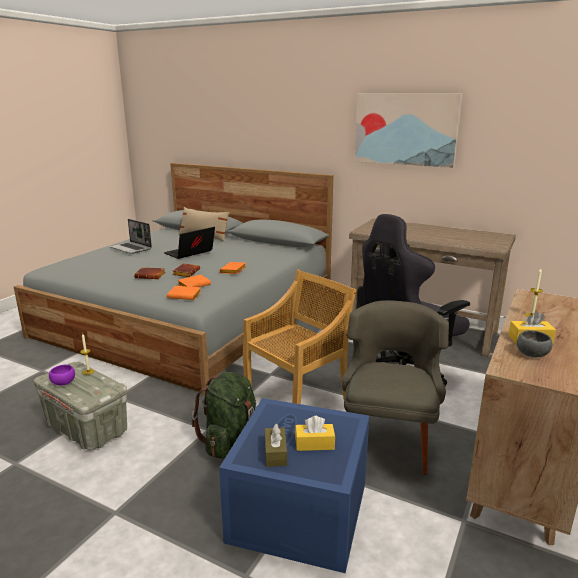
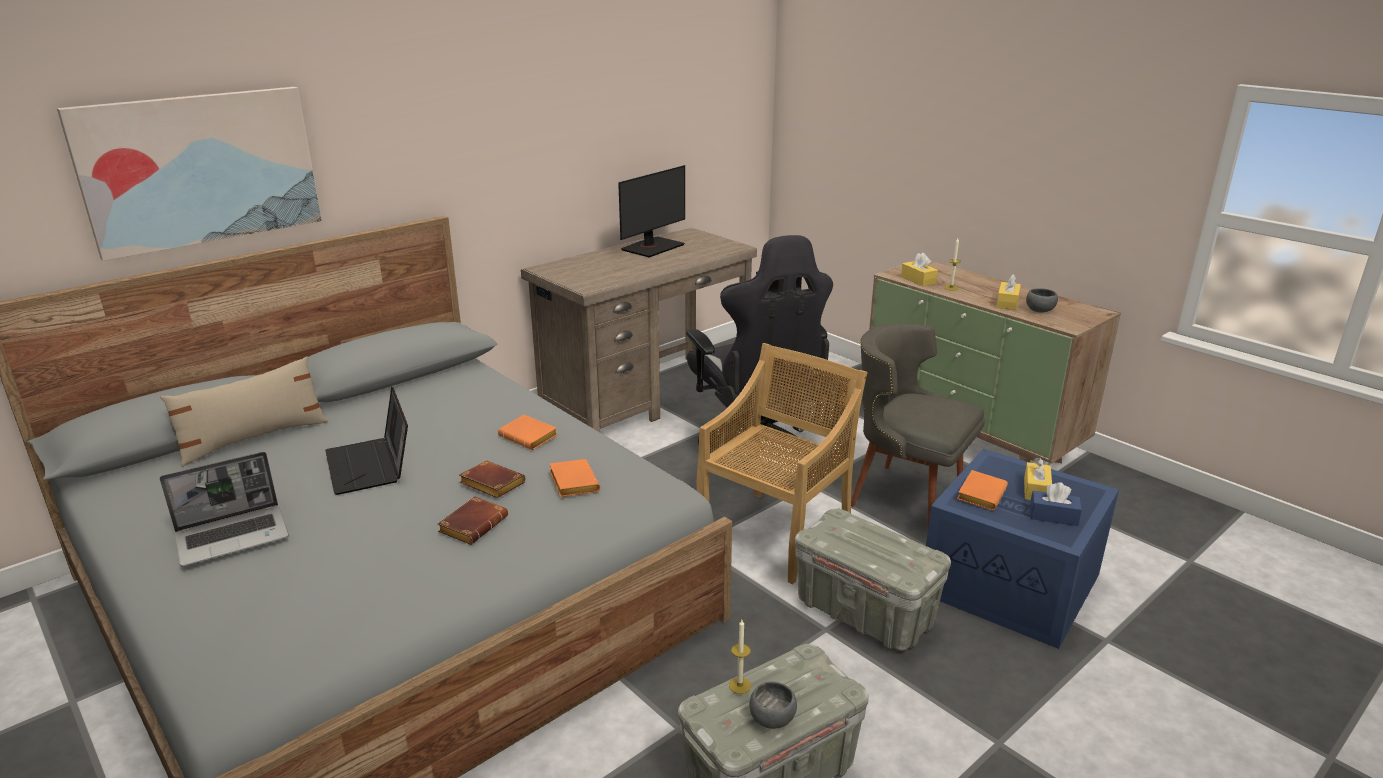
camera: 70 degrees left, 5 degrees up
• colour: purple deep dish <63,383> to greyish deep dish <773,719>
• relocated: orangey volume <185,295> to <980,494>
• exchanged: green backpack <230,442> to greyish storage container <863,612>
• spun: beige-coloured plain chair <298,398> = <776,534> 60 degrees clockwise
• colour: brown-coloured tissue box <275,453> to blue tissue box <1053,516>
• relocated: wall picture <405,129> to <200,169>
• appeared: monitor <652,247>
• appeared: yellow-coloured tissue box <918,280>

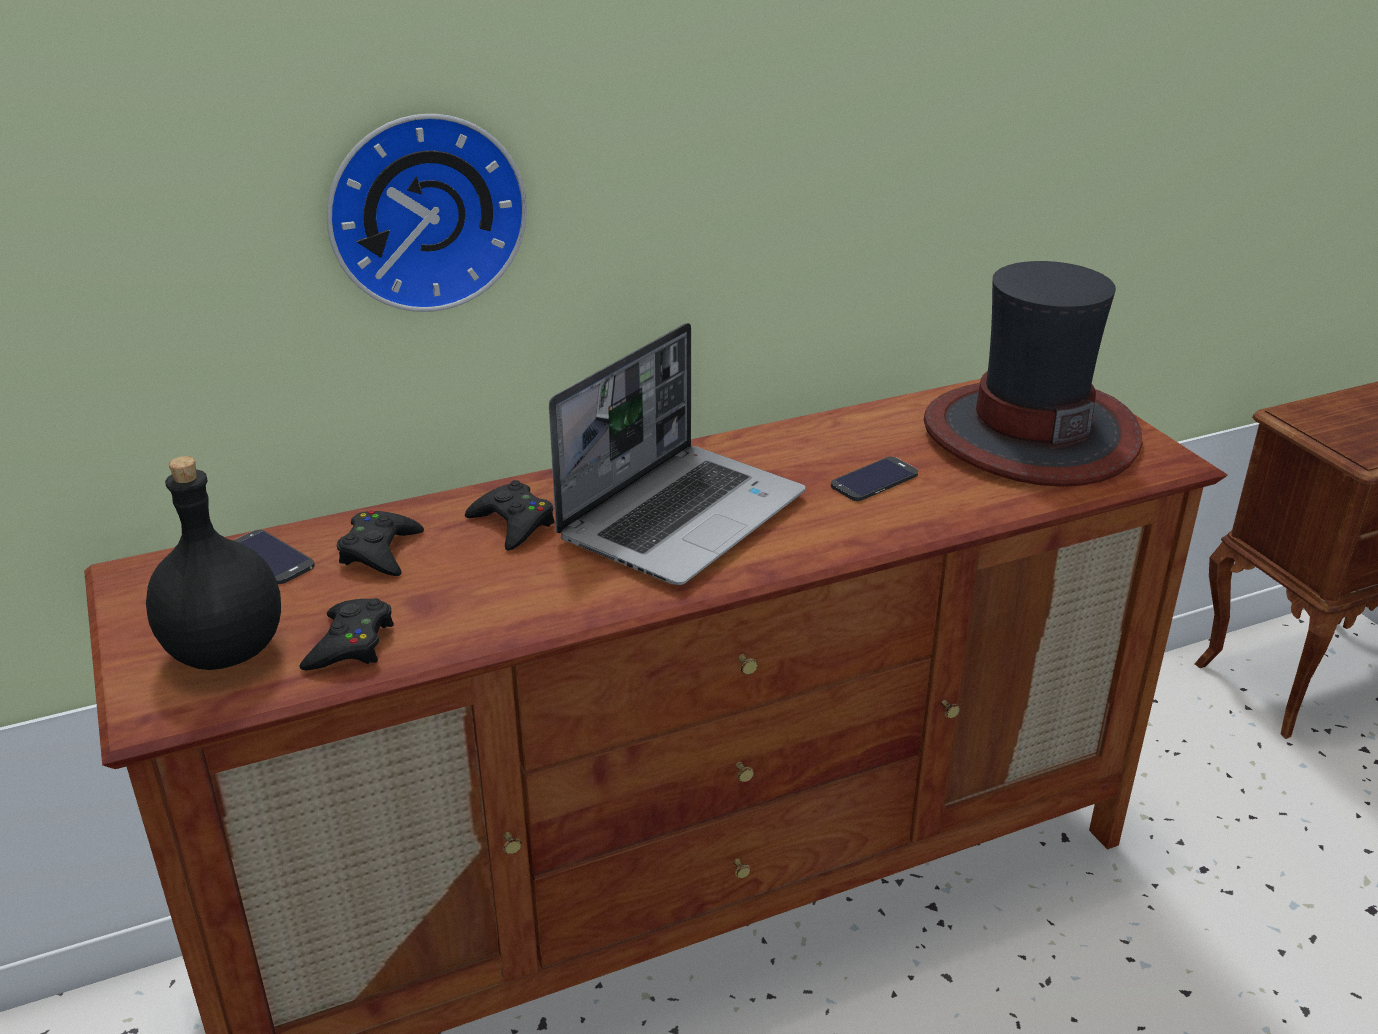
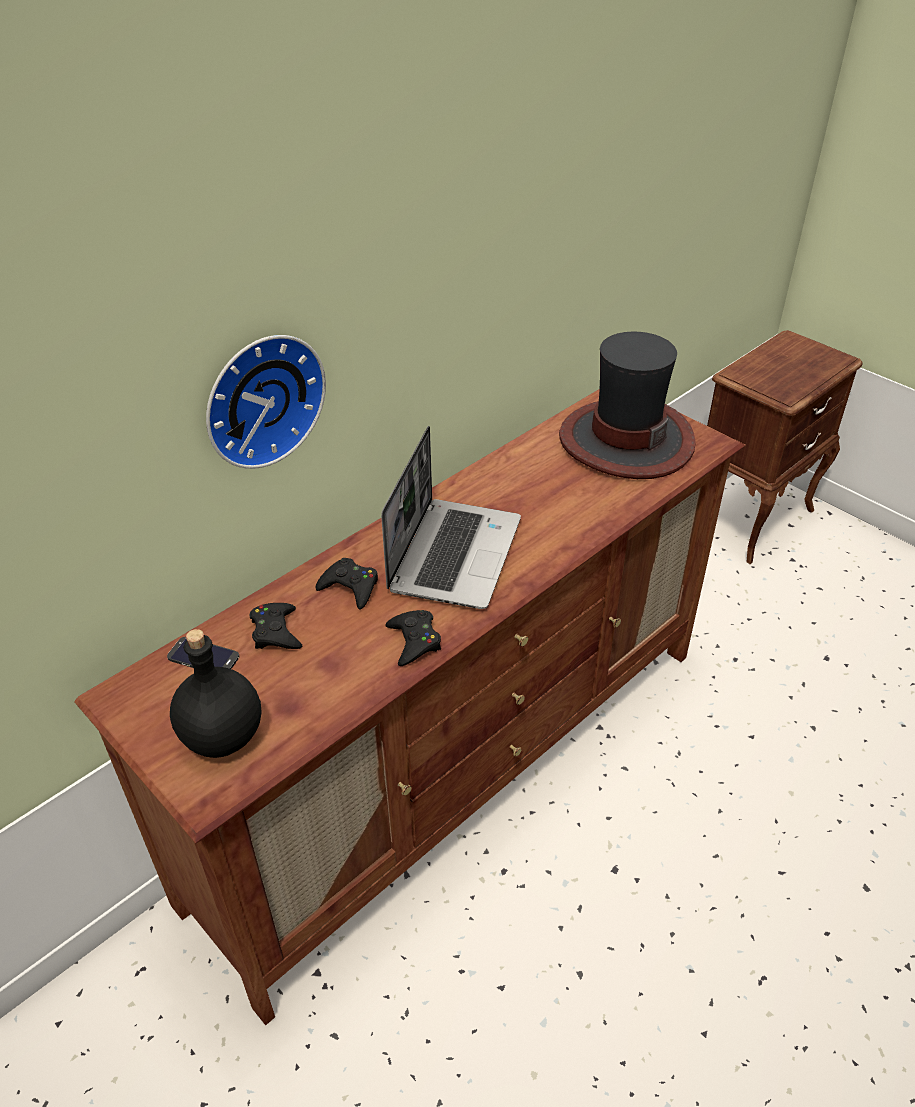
camera: 20 degrees left, 10 degrees up
• relocated: blackish gamepad <350,643> to <414,641>
• missing: handset <874,480>

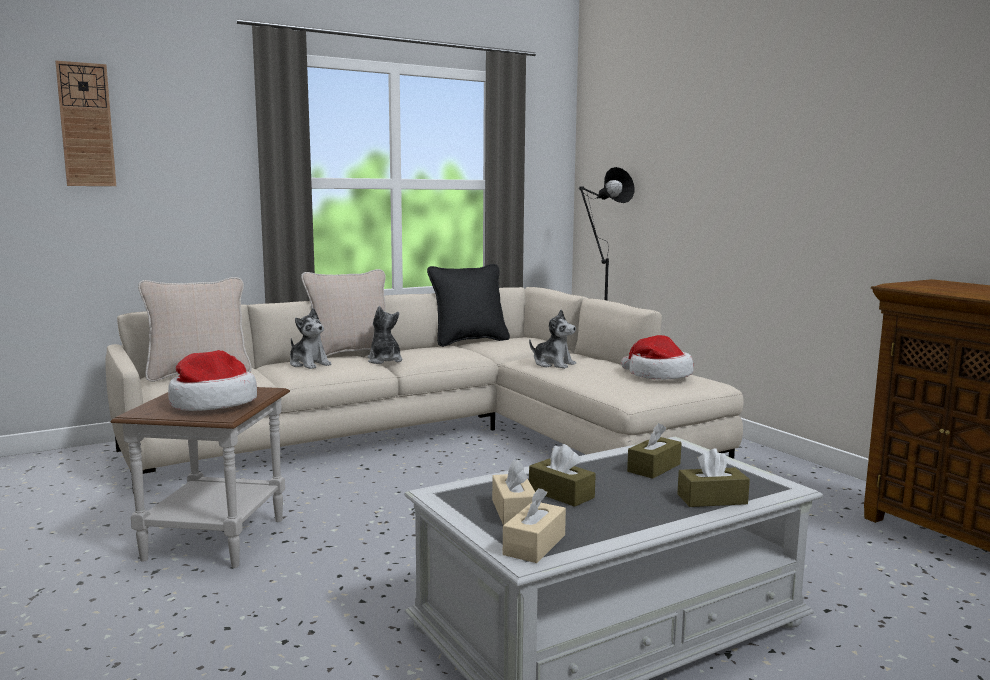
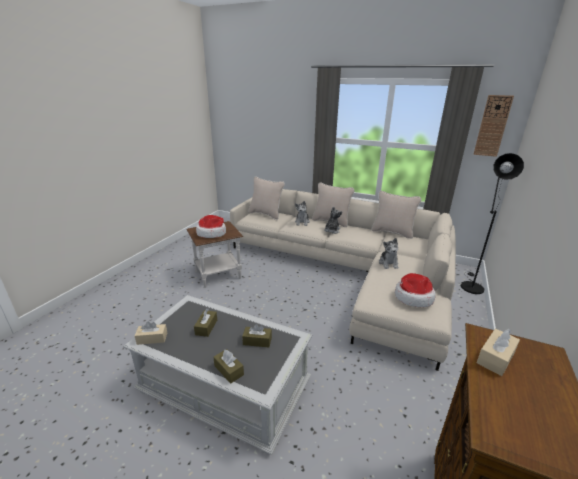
camera: 55 degrees right, 15 degrees up
• relocated: wall clock <86,125> to <492,126>
• colour: blackish cushion <469,341> to beige-coloured cushion <392,232>
• relocated: beige-coloured tissue box <514,511> to <495,358>

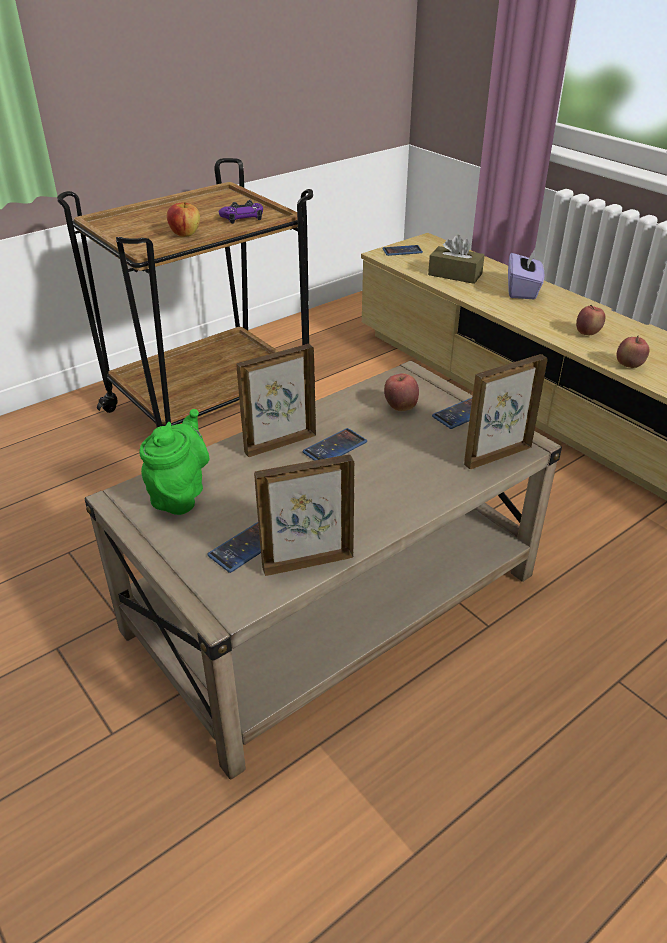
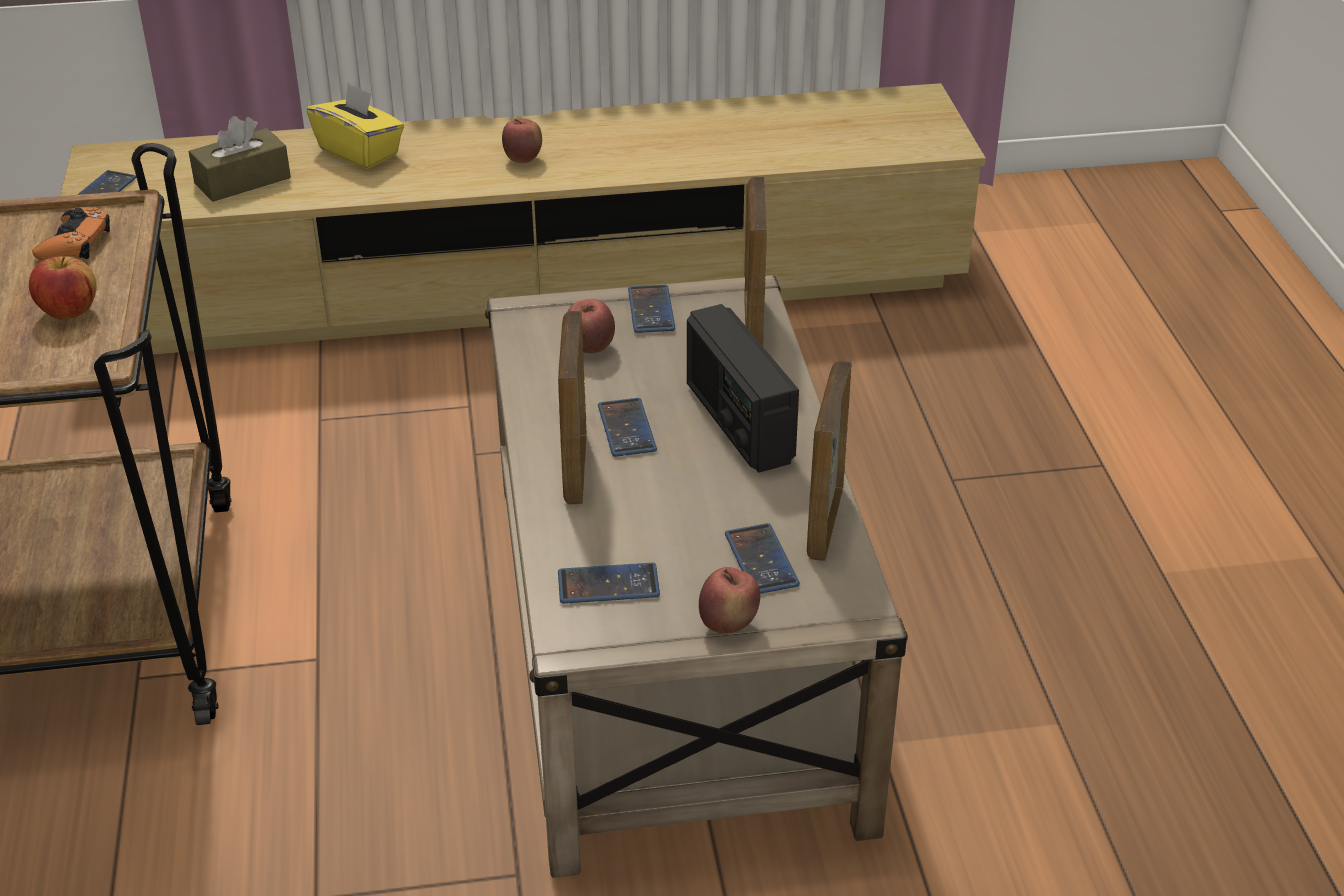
camera: 60 degrees left, 0 degrees up
• exchanged: green teapot <180,493> to handset <608,585>
• colour: purple gamepad <242,217> to orangey gamepad <75,243>
• colour: purple tissue box <522,290> to yellow-coloured tissue box <360,152>
• relocated: whole apple <629,366> to <728,625>
• appeared: radio receiver <738,422>

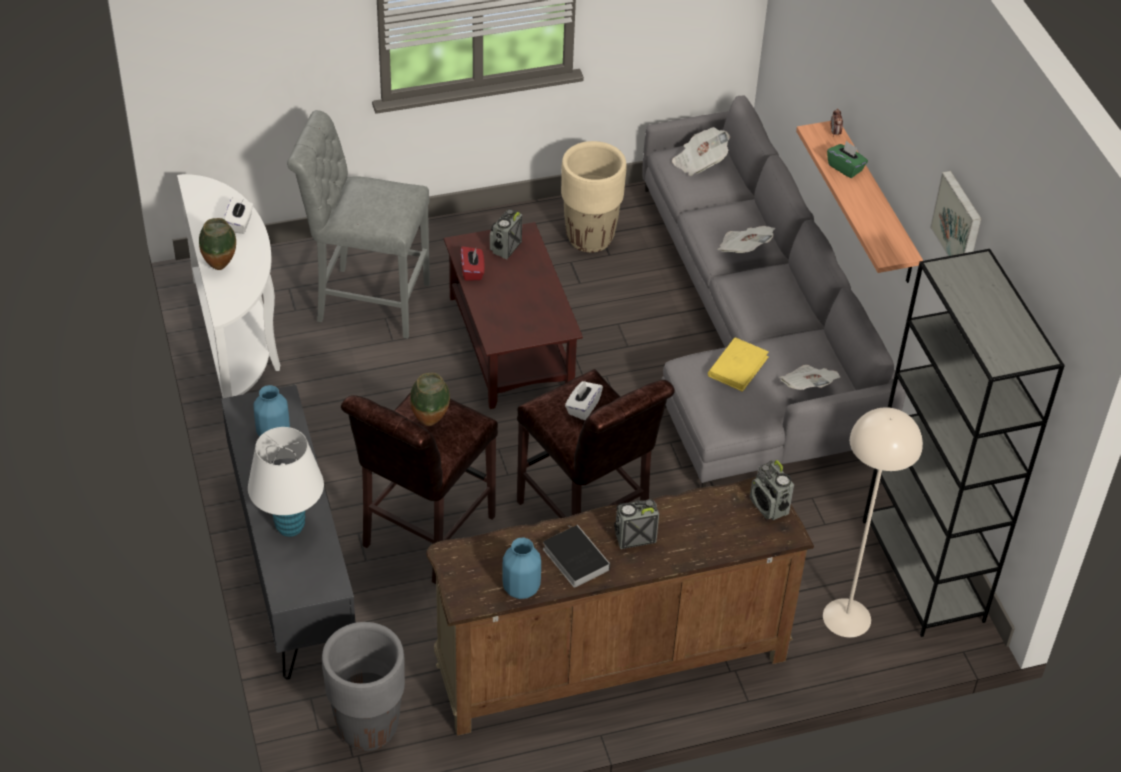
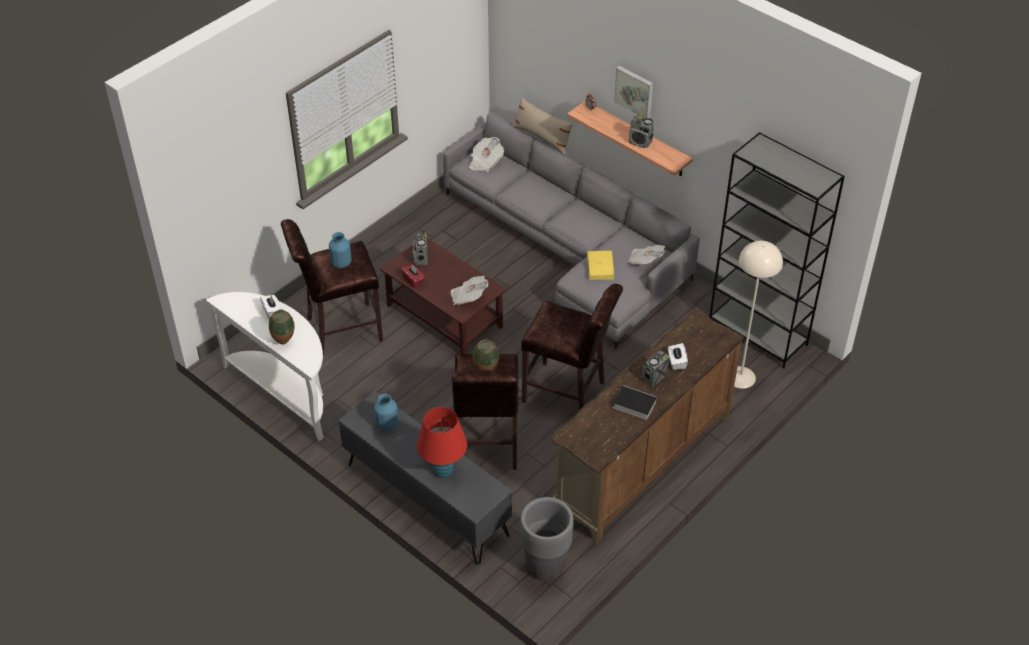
camera: 30 degrees left, 0 degrees up
• colour: white-coloured tabletop lamp <290,527> to red tabletop lamp <443,471>
• colour: greyish sitting stool <367,300> to brown-coloured sitting stool <339,330>
• relocated: blue vase <521,588> to <341,263>
• missing: beige-coloured plant pot <590,238>
• relocated: white-coloured tissue box <583,407> to <676,362>
• relocated: newspaper <744,250> to <468,297>
• relocated: radio receiver <769,507> to <640,142>
• missing: green tissue box <845,168>
• relocated: wall picture <959,222> to <635,91>
• appeared: beige-coloured cushion <542,138>

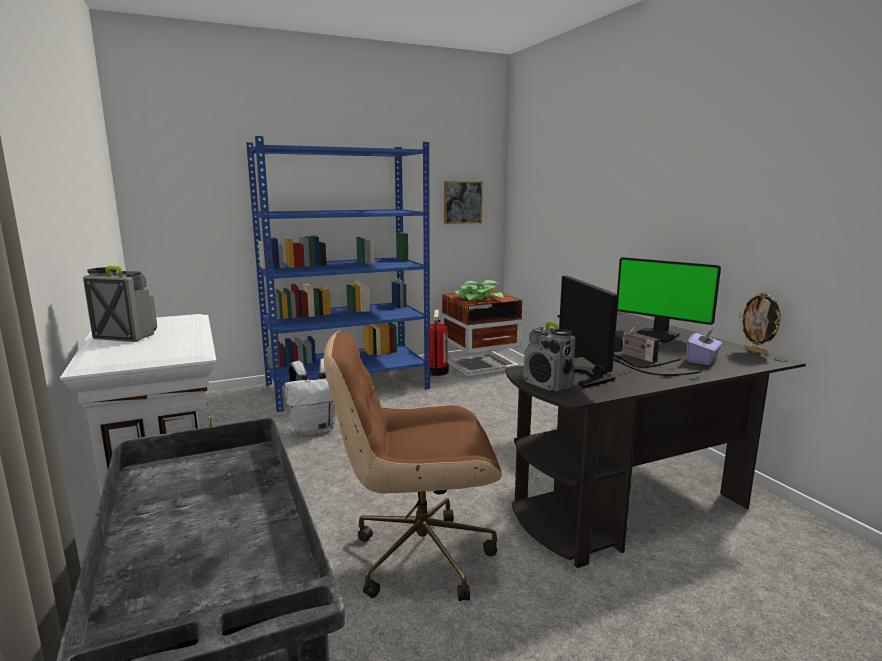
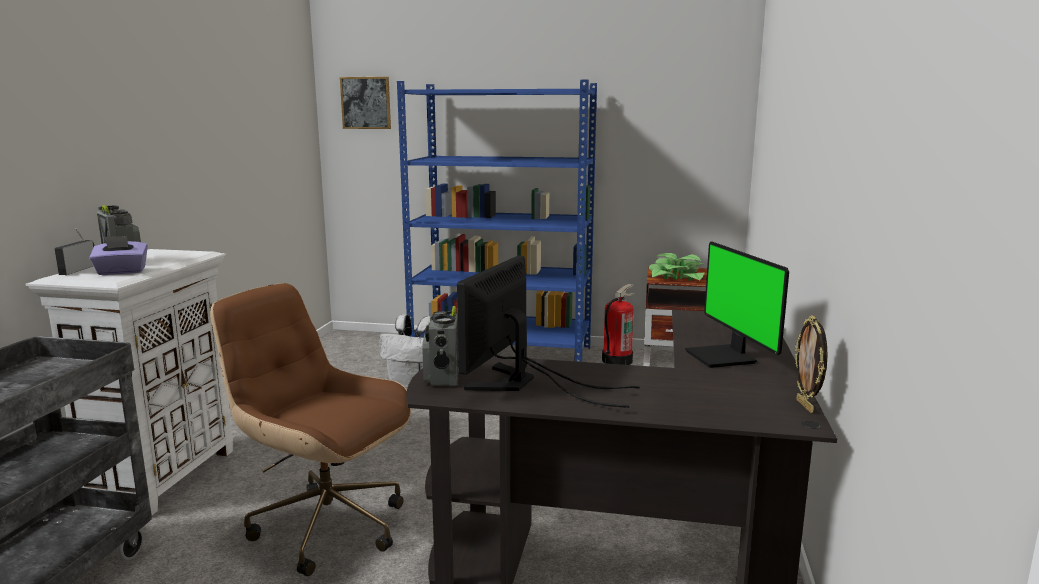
camera: 35 degrees right, 0 degrees up
• relocated: wall picture <462,202> to <366,103>
• relocated: radio receiver <637,357> to <79,269>
• relocated: purple tissue box <702,360> to <121,272>

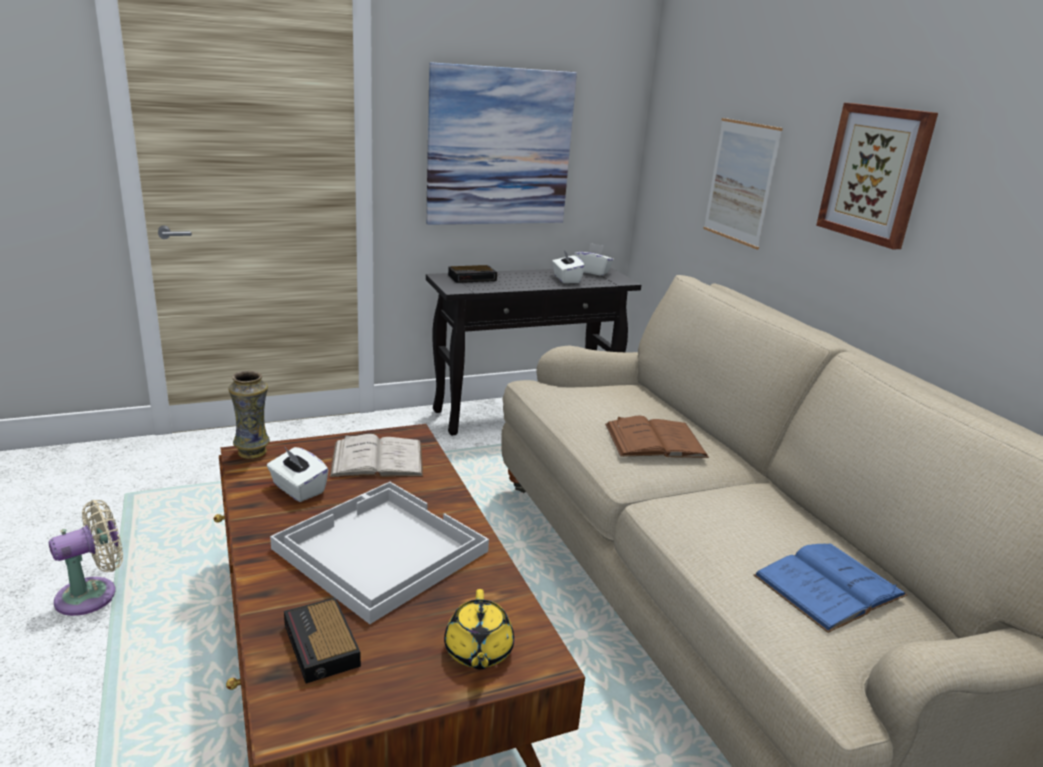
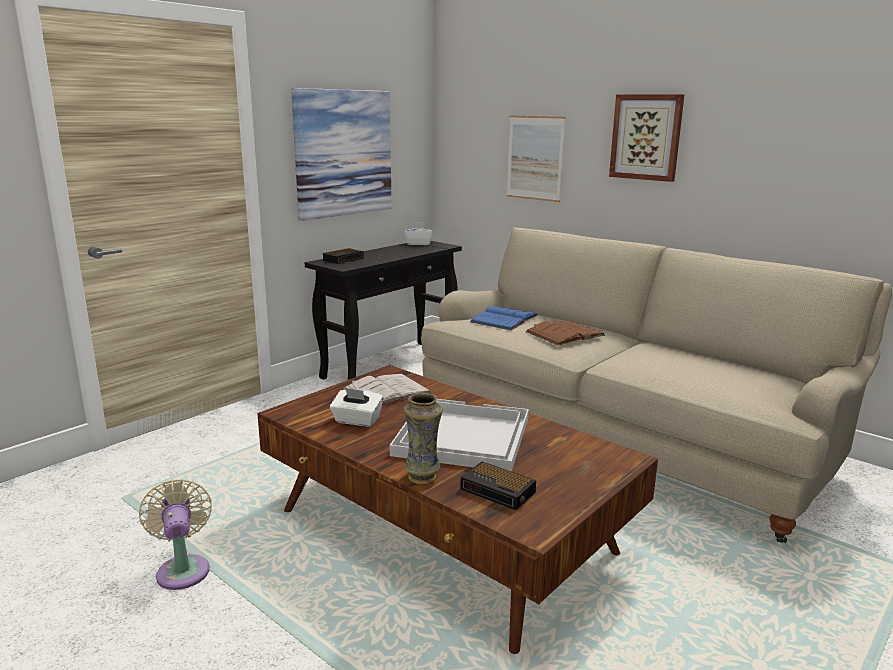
camera: 25 degrees left, 5 degrees down
• spun: beige-coloured electric fan <93,594> = <183,569> 45 degrees counterclockwise
• relocated: vase <253,452> to <423,477>
• missing: yellow-coloured teapot <478,652>
• missing: white-coloured tissue box <566,279>
• relocated: blue volume <829,585> to <504,318>

